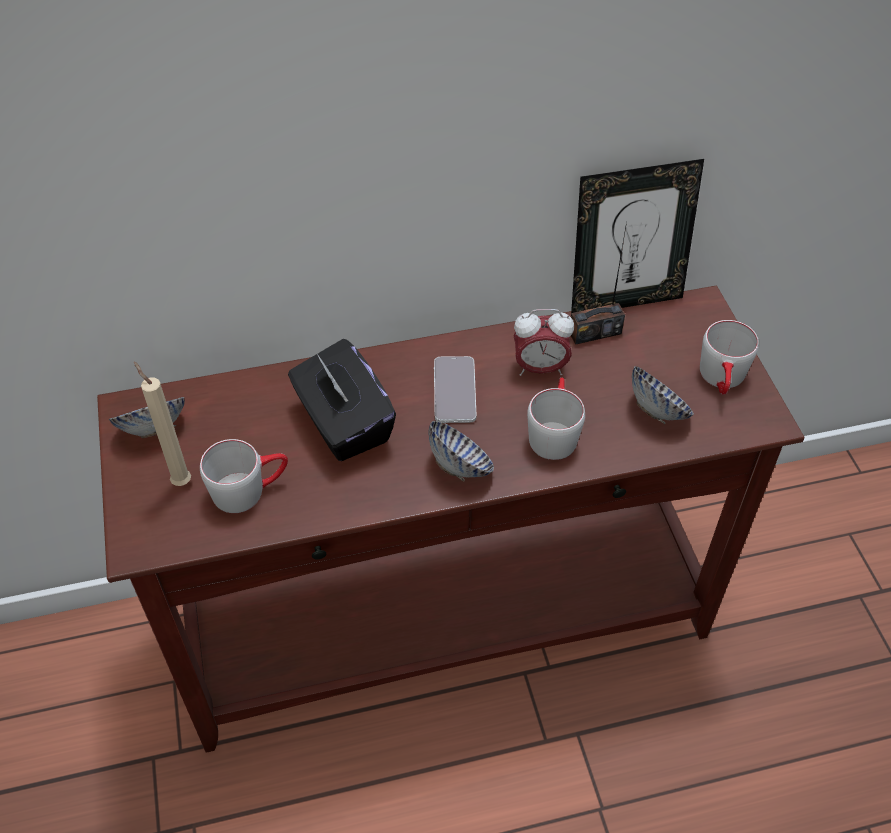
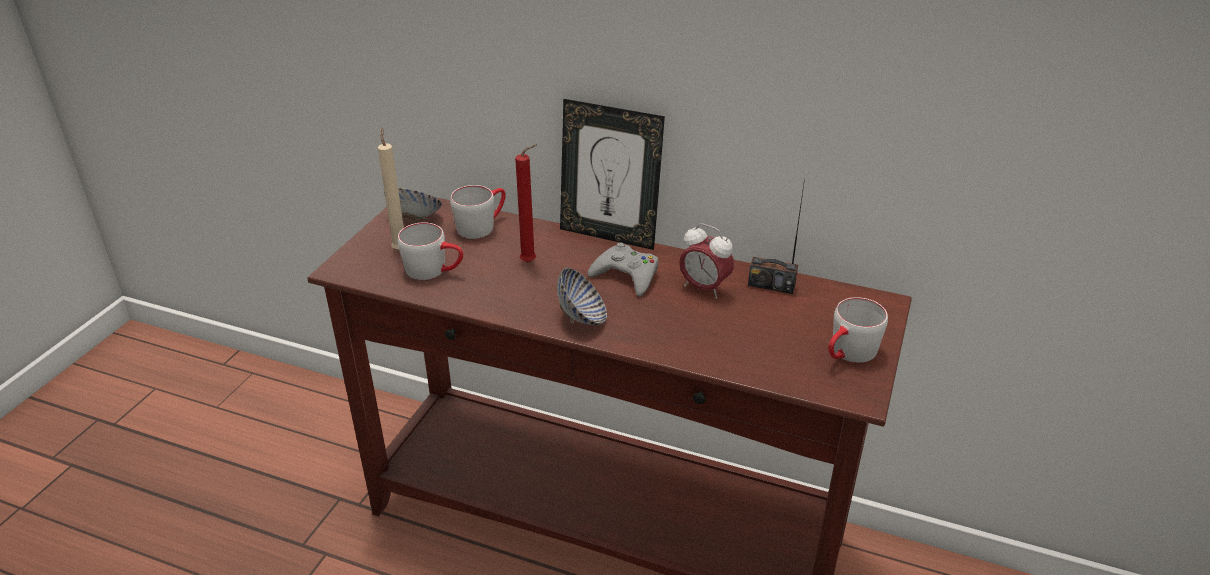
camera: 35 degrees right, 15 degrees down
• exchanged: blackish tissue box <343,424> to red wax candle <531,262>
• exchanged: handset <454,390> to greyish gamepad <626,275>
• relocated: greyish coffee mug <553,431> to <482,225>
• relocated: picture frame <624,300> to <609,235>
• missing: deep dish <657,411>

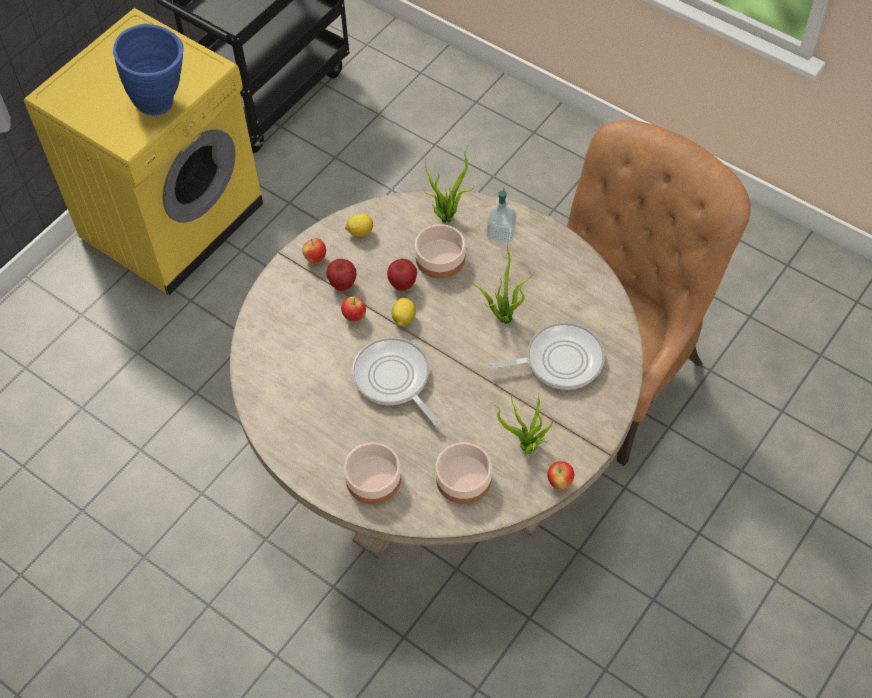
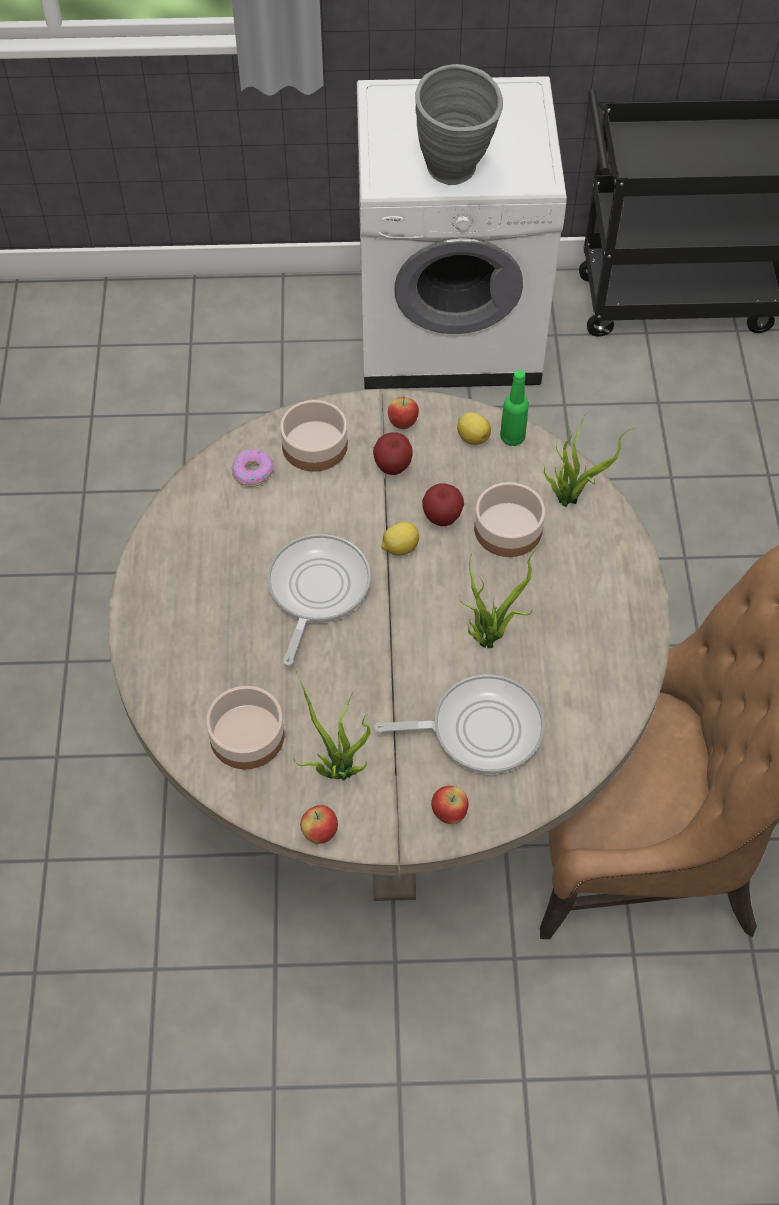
camera: 50 degrees right, 0 degrees up
• colour: yellow-coloured laundry appliance <175,222> to white-coloured laundry appliance <449,335>
• colour: blue vase <163,104> to greyish vase <456,176>
• relocated: whole apple <354,316> to <449,813>
• relocated: deep dish <372,479> to <314,445>
• missing: soap dispenser <501,233>
• spun: frying pan <559,360> = <479,729> 45 degrees counterclockwise
• appeared: donut <252,472>
• appeared: green bottle <512,437>

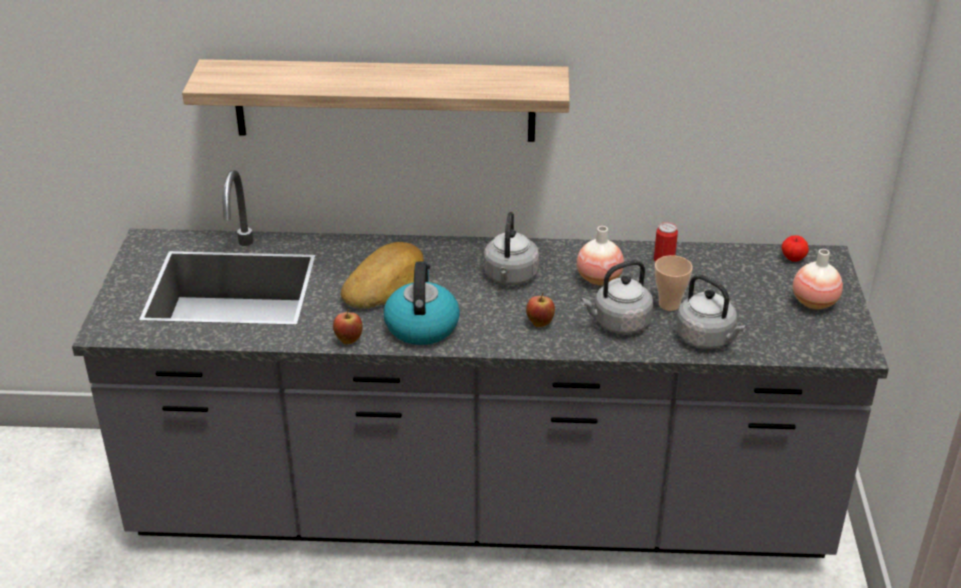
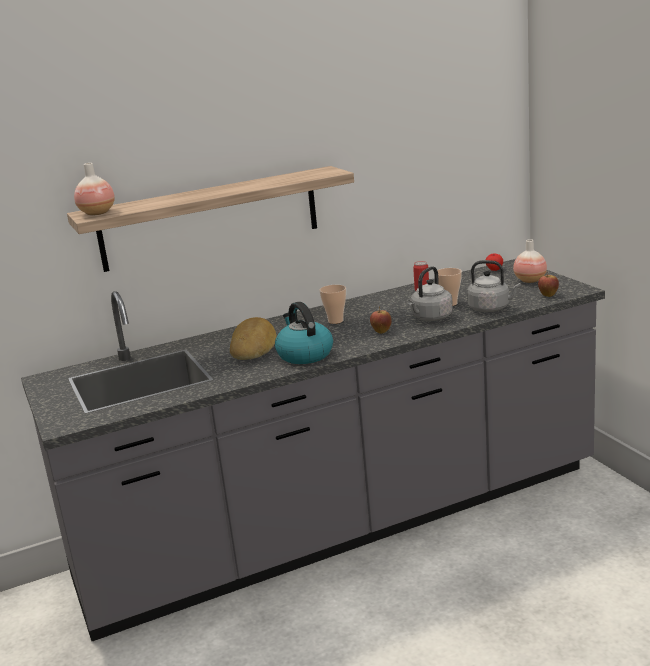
camera: 25 degrees left, 15 degrees down
• relocated: whole apple <348,340> to <548,295>
• exchanged: greyish kettle <510,277> to small cup <335,321>
• relocated: vase <599,279> to <97,213>

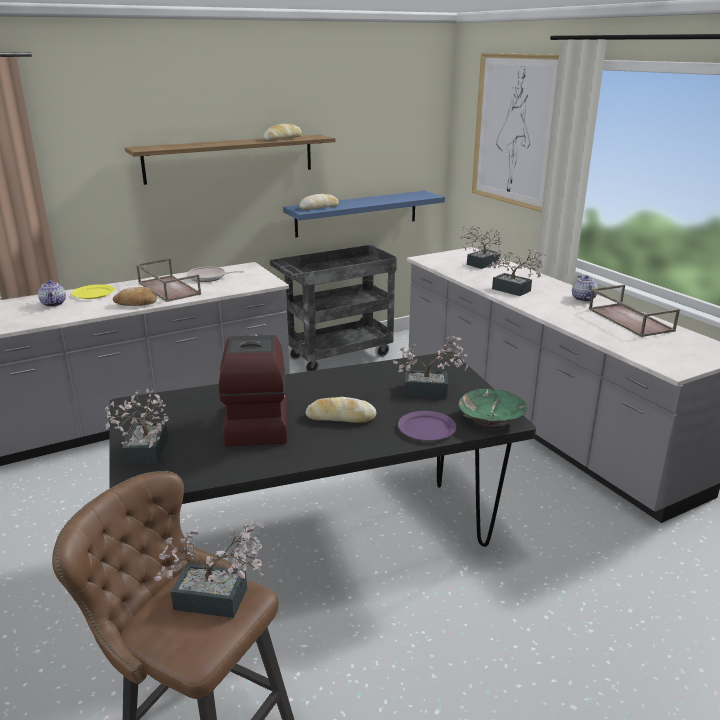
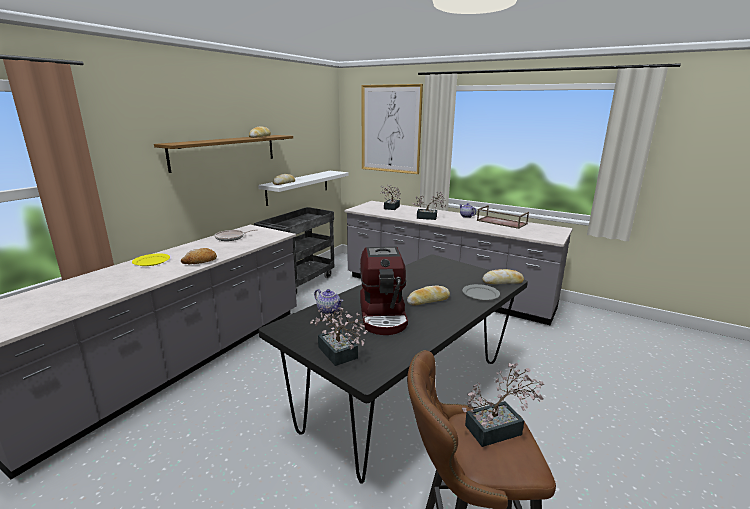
camera: 30 degrees left, 5 degrees down
• relocated: teapot <54,304> to <329,310>
• missing: brown-coloured serving tray <168,288>
• spun: coffee maker <256,422> = <383,316> 150 degrees counterclockwise
• colour: blue wall shelf <357,213> to white-coloured wall shelf <298,187>
• missing: plant in a pot <431,391>
• colour: purple dinner plate <426,429> to greyish dinner plate <480,294>
• exchanged: green deep dish <491,419> to bread <502,282>

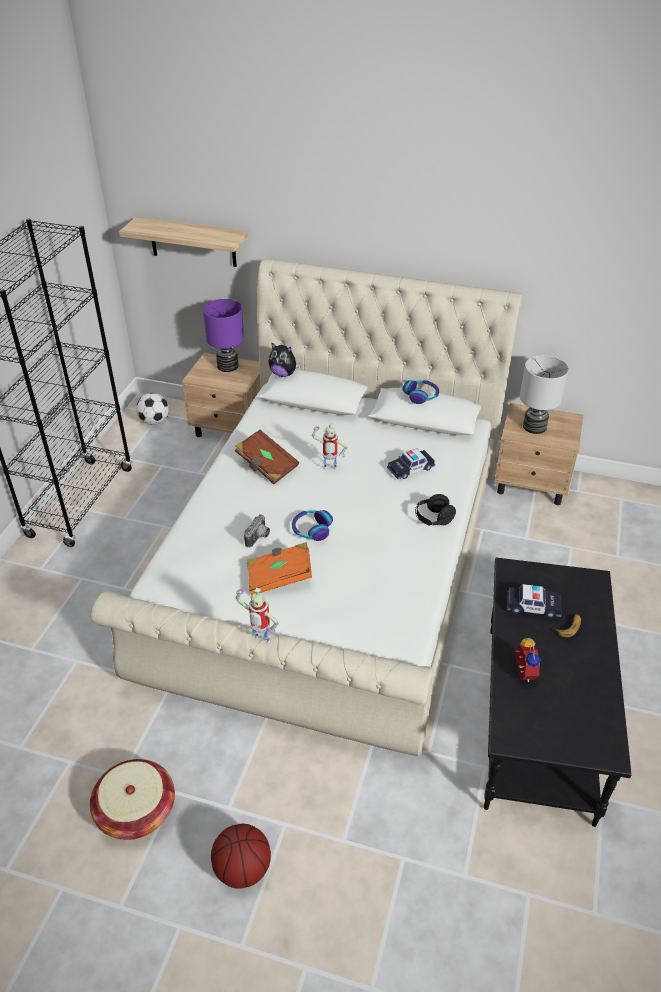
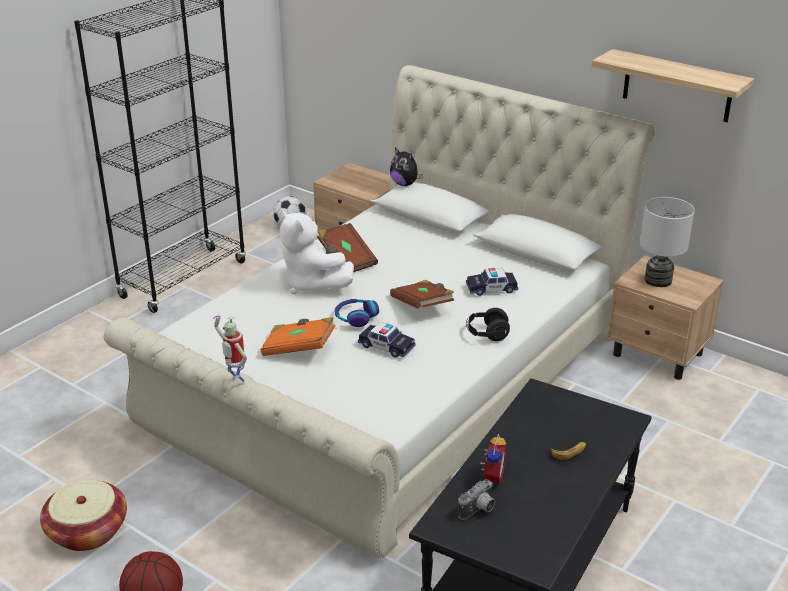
camera: 20 degrees right, 10 degrees down
• relocated: wall shelf <193,242> to <677,86>
• missing: purple tabletop lamp <227,366>
• relocated: still camera <259,538> to <479,510>
• missing: robot figure <329,469>
• missing: headset <421,395>
• relocated: model car <533,606> to <386,346>
• appeared: white-coloured cuddly toy <311,284>
• appeared: brown-coloured volume <422,306>

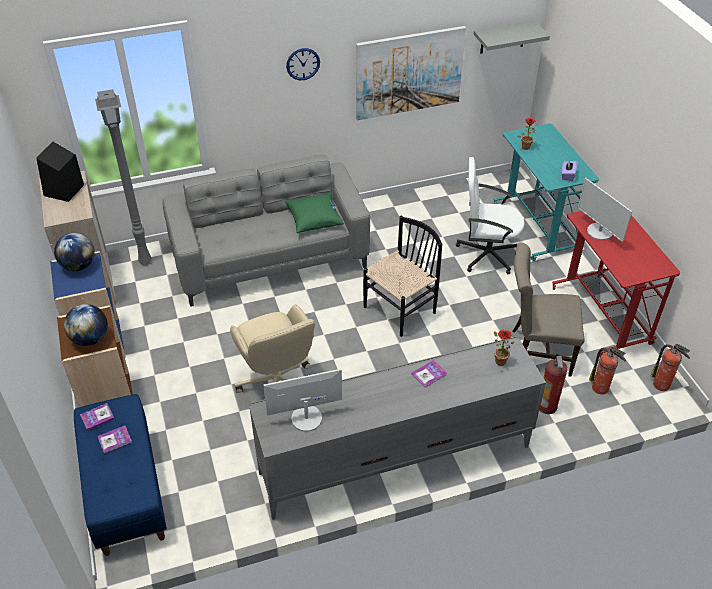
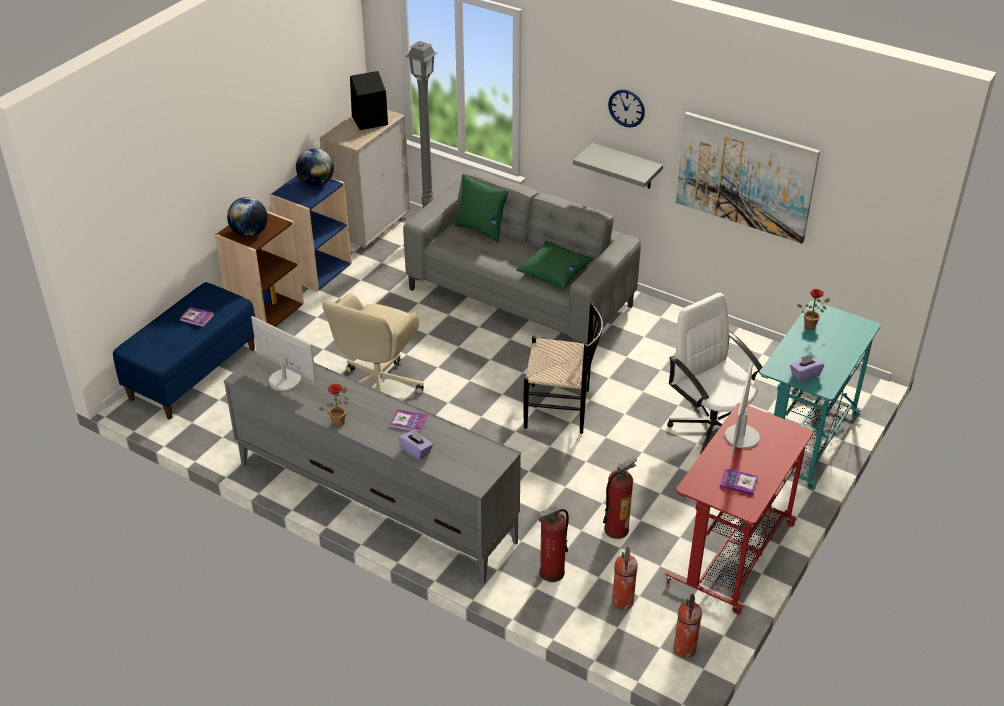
camera: 50 degrees right, 5 degrees down
• relocated: volume <97,417> to <738,482>
• relocated: greyish wall shelf <503,37> to <626,167>
• relocated: plant in a pot <498,360> to <339,421>
• exchanged: beige-coloured plain chair <536,351> to extinguisher <616,529>
• appeared: purple tissue box <416,451>
• appeared: green cushion <480,230>

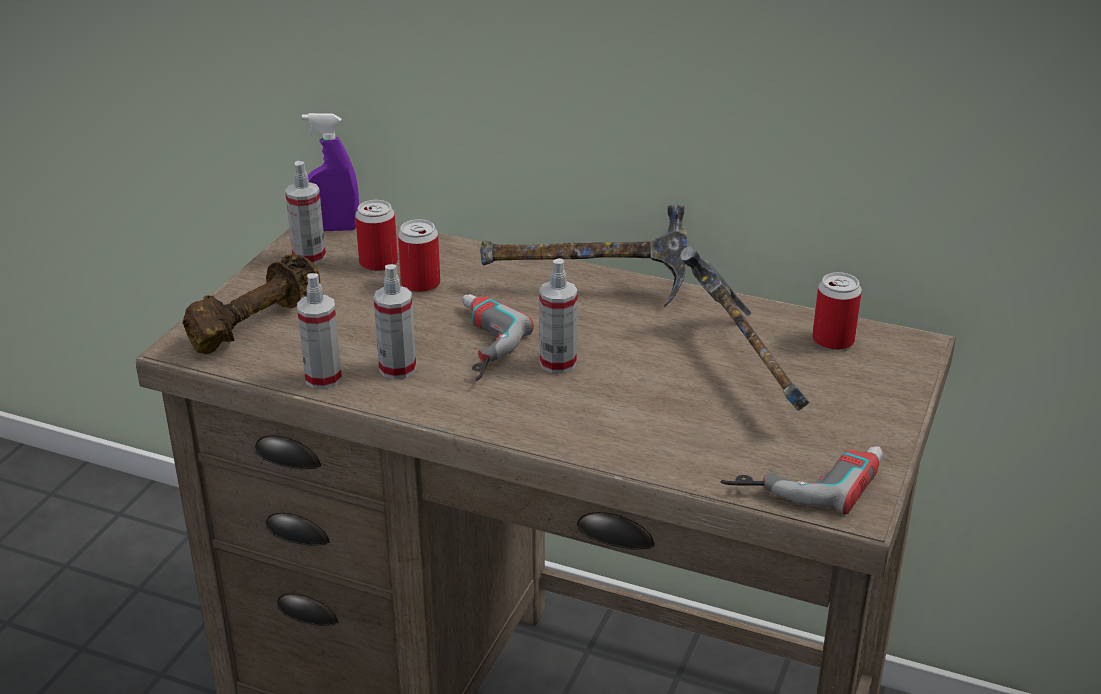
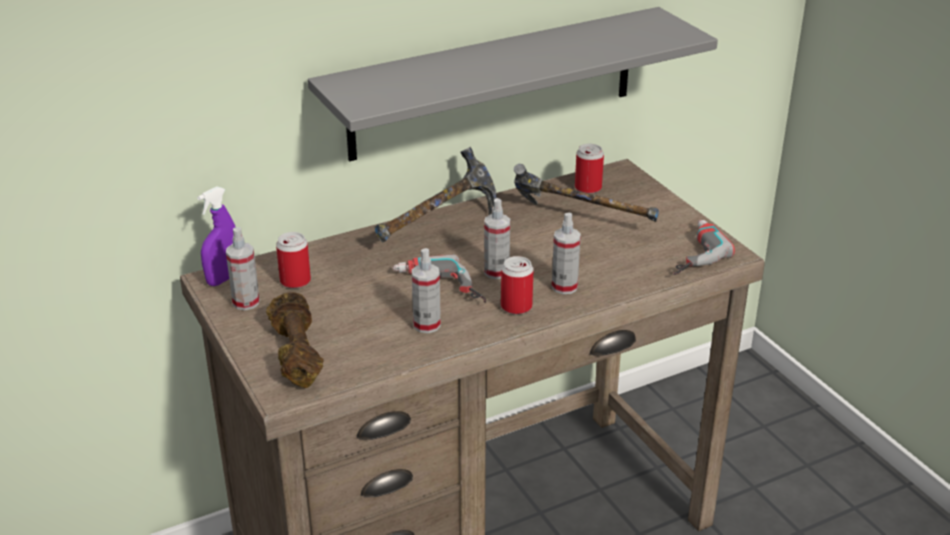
camera: 50 degrees left, 0 degrees up
• relocated: sprayer <323,378> to <564,287>
• relocated: can <420,284> to <516,306>
• appeared: greyish wall shelf <494,83>

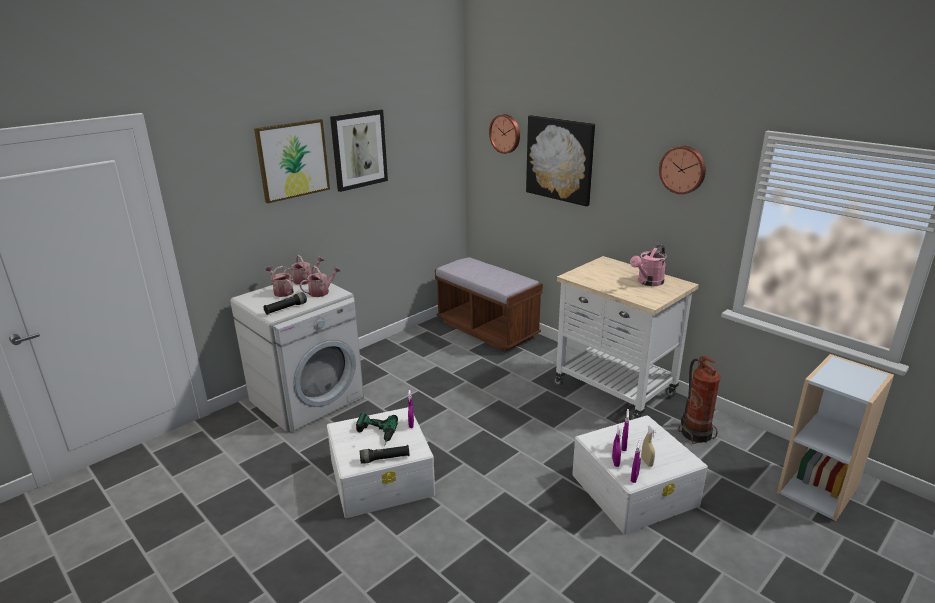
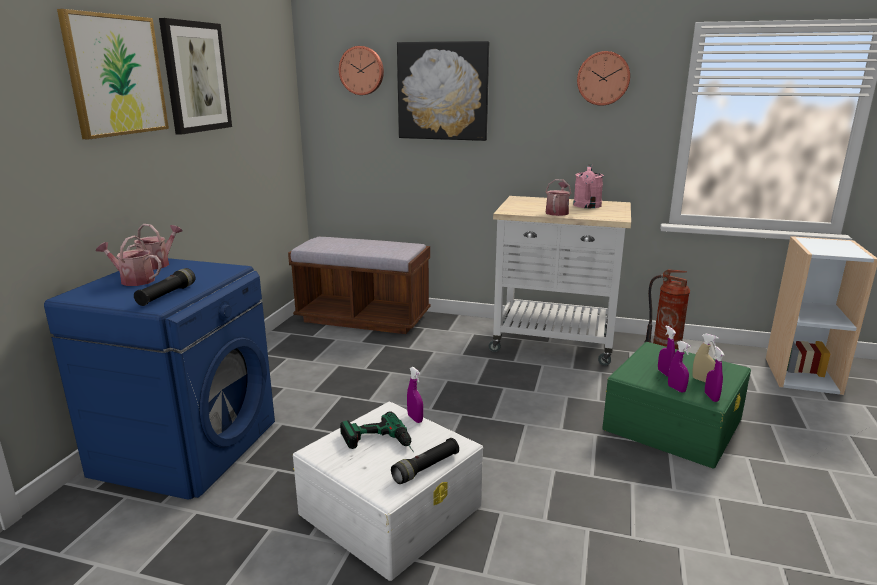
camera: 30 degrees left, 5 degrees down
• colour: white-coloured laundry appliance <310,398> to blue laundry appliance <191,446>
• relocated: watering pot <322,292> to <557,212>
• colour: white-coloured storage container <635,489> to green storage container <673,423>

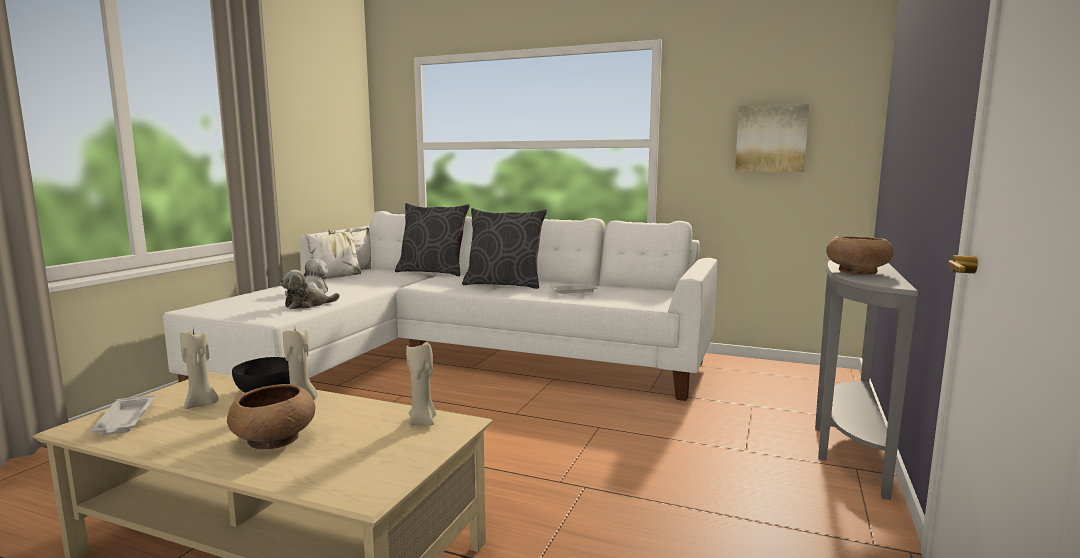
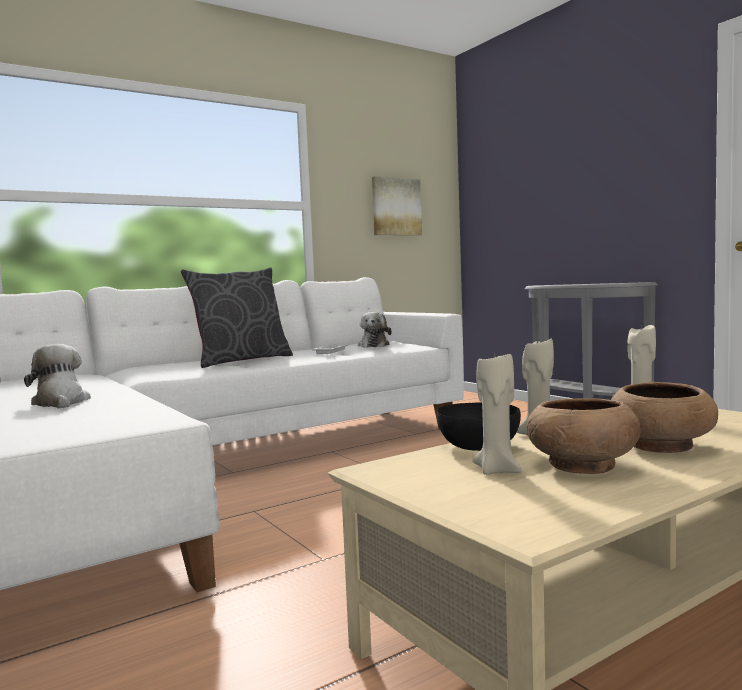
camera: 55 degrees left, 5 degrees down
• missing: white-coloured serving tray <125,420>
• relocated: cuddly toy <307,305> to <374,345>
• missing: greyish cushion <432,272>
• relocated: brown-coloured deep dish <856,272> to <581,465>

